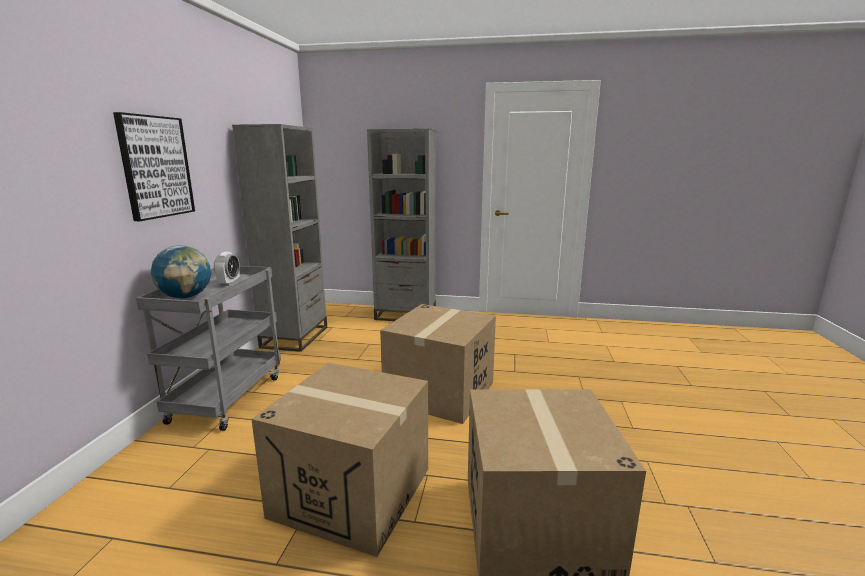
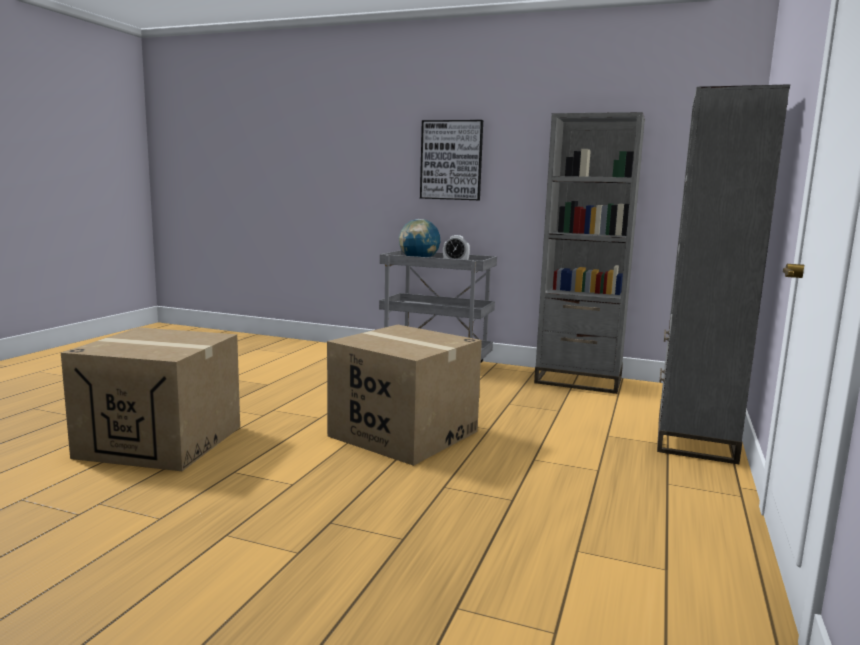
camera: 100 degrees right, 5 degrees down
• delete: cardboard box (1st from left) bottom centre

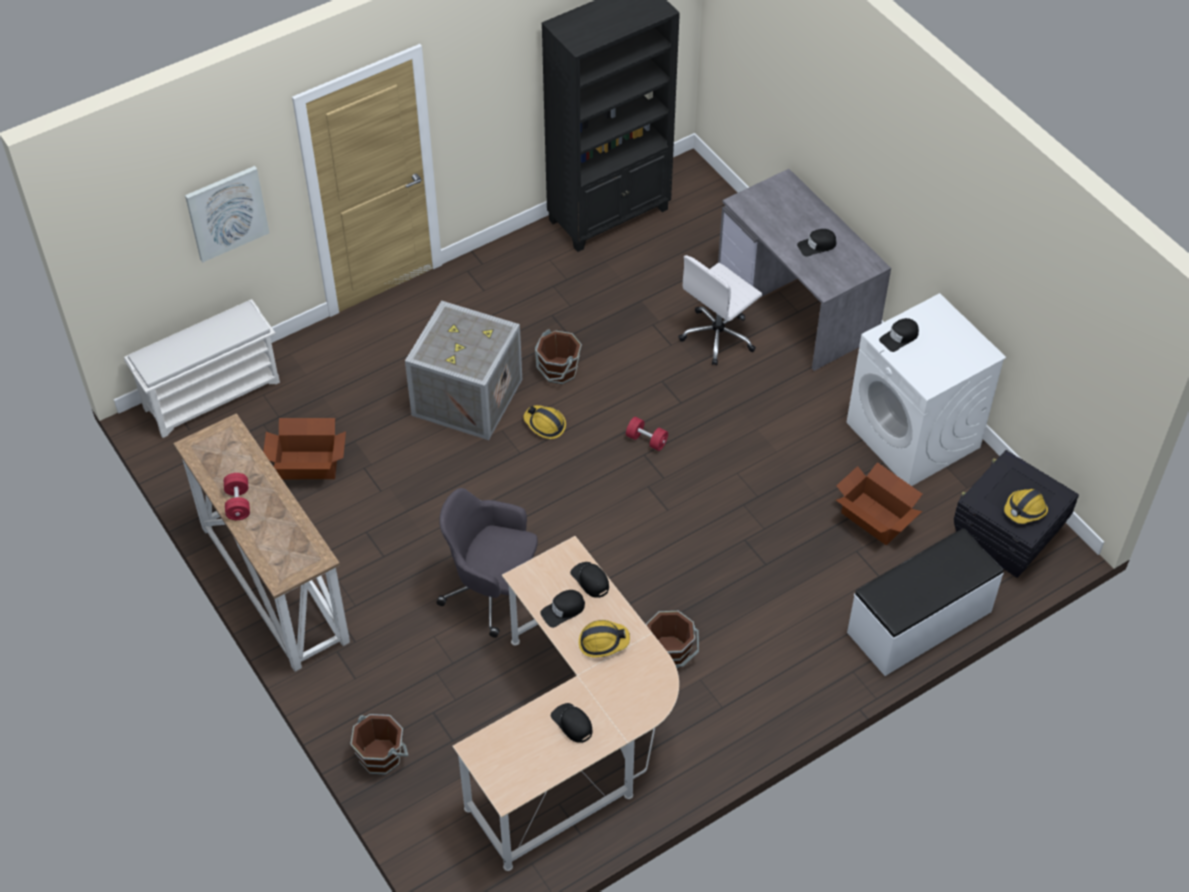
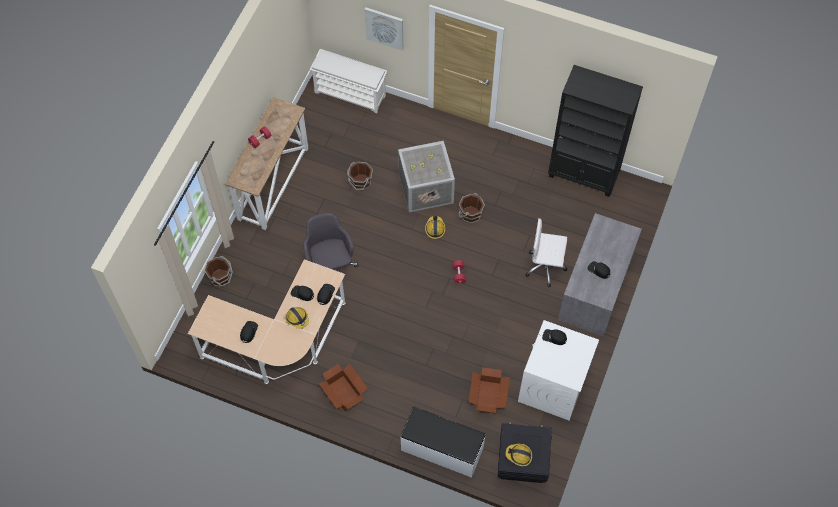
camera: 55 degrees right, 10 degrees up
• move: cardboard box (1st from left) middle left to bottom centre
• move: bucket (brown) (3rd from left in the first image) bottom centre to bucket (brown) (2nd from left) centre

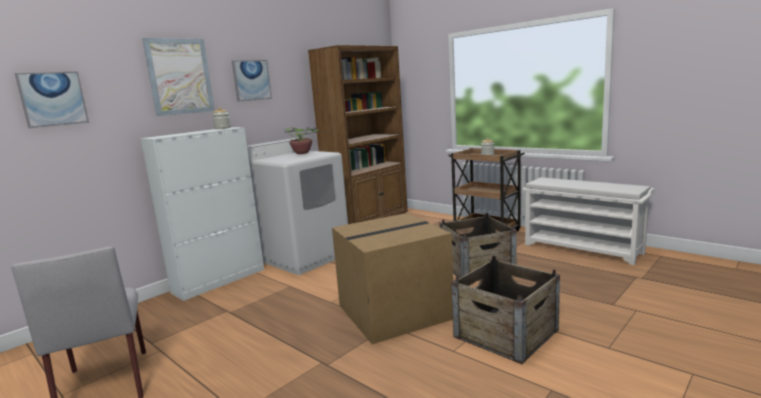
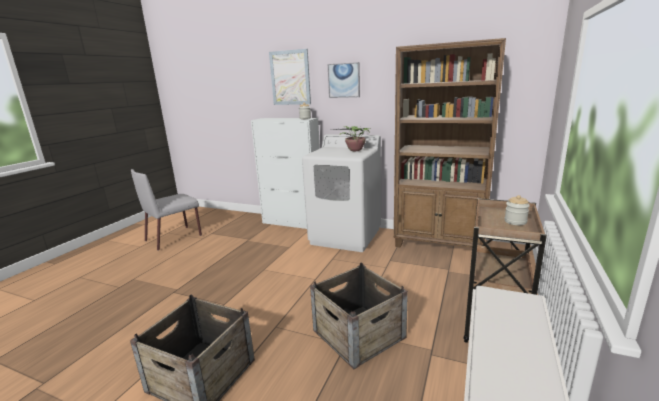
camera: 70 degrees right, 5 degrees up
• delete: picture (1st from left) top left
• delete: cardboard box bottom centre

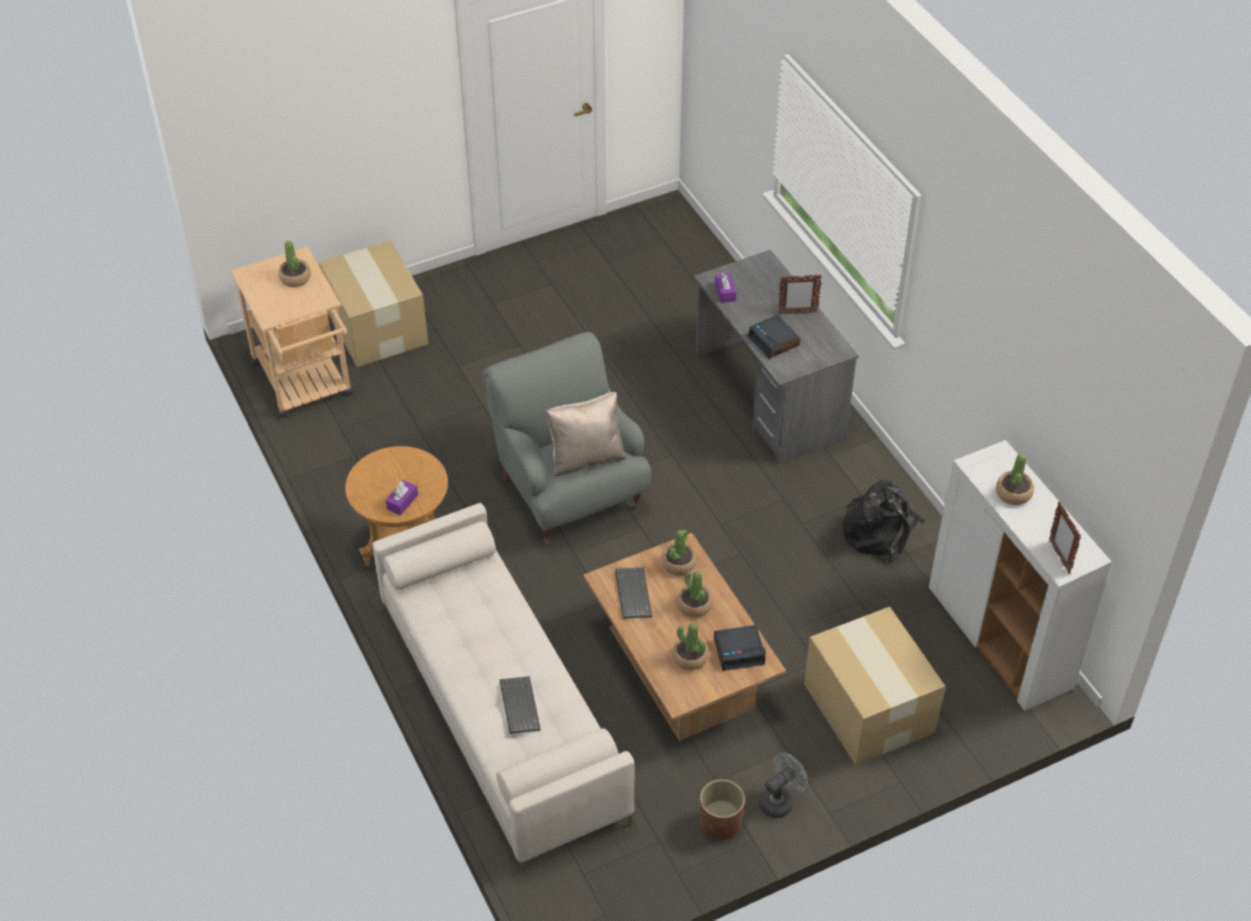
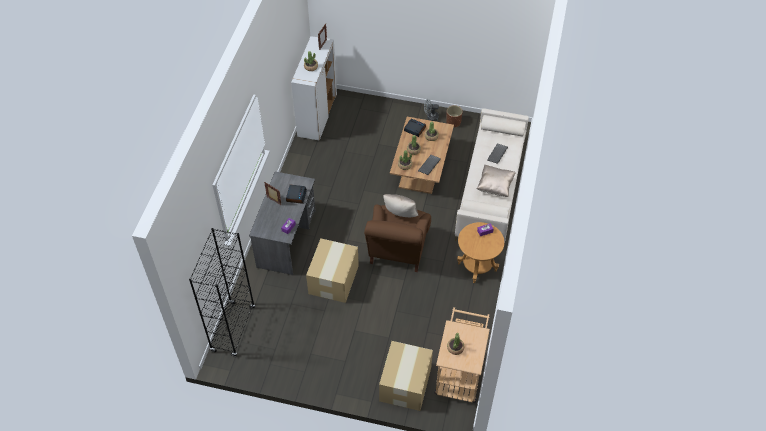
camera: 140 degrees left, 5 degrees up
• recolor: armchair (grey) centre to armchair (brown) centre
• delete: backpack (black) middle right
• move: cardboard box (2nd from left in the first image) bottom right to cardboard box (1st from left) centre
• insert: pillow (beige) (2nd from left) centre
• insert: bookcase (black) bottom left

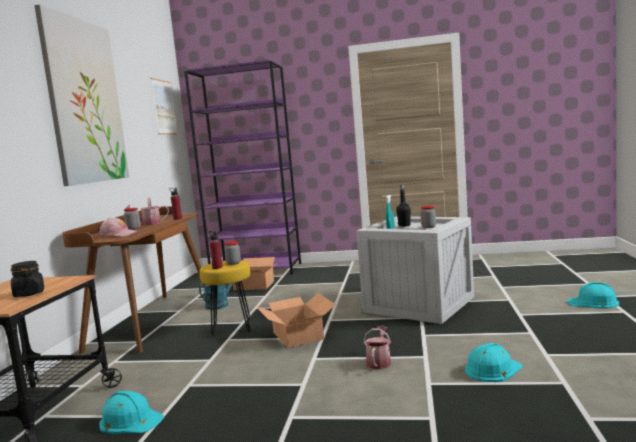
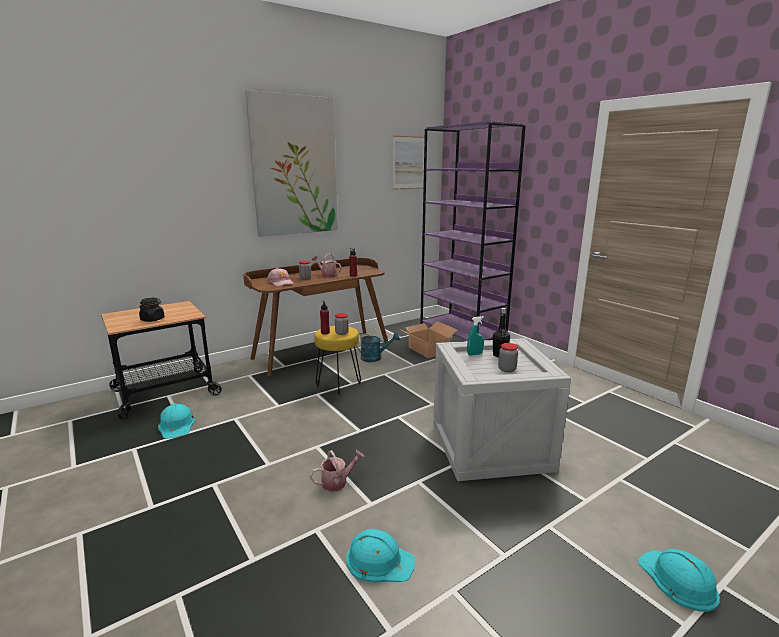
camera: 45 degrees right, 10 degrees up
• delete: cardboard box (2nd from left) bottom centre

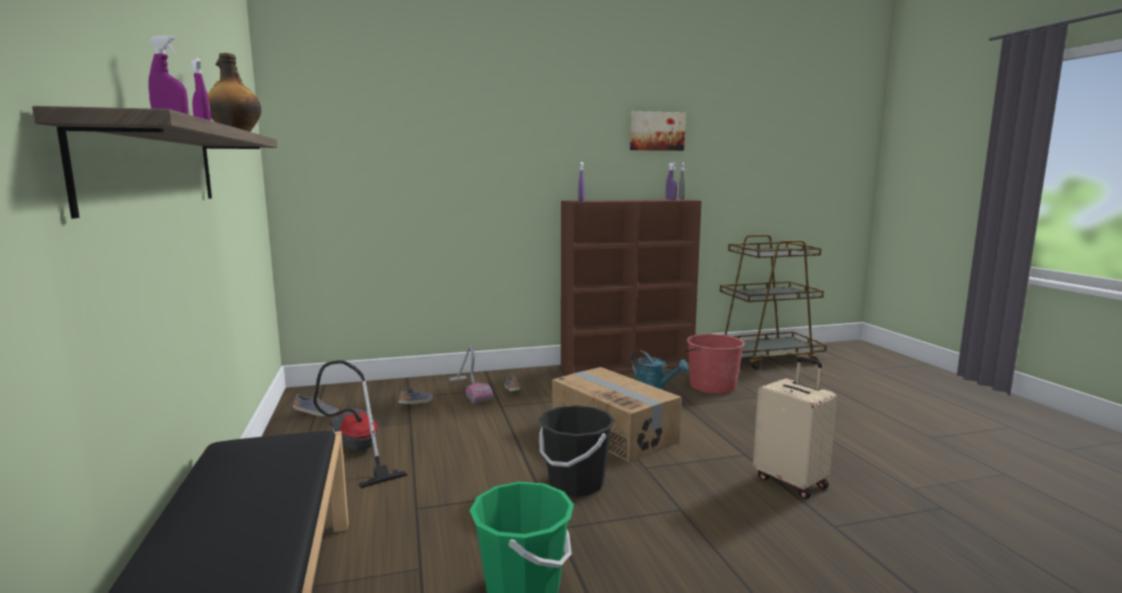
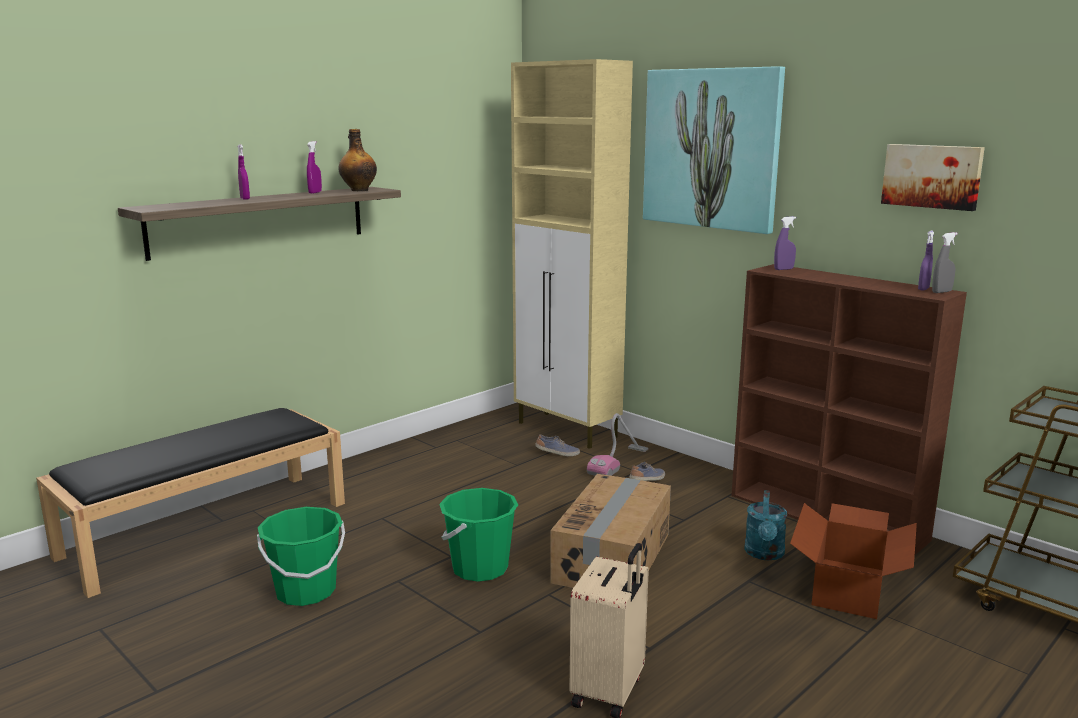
camera: 60 degrees right, 5 degrees up
• replace: bucket (red) centre to cardboard box (2nd from left) bottom right
• delete: vacuum cleaner (1st from left) bottom left
• delete: shoe (1st from left) bottom left
• recolor: bucket (black) bottom centre to bucket (green) (2nd from left) bottom centre
• insert: cabinet (beige) centre
• insert: picture (1st from left) top centre

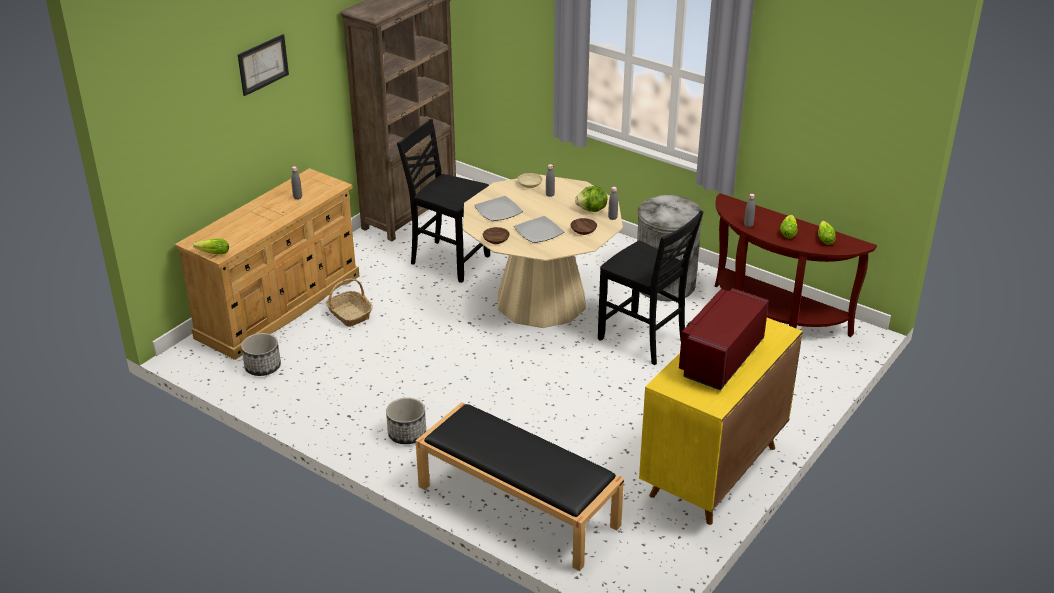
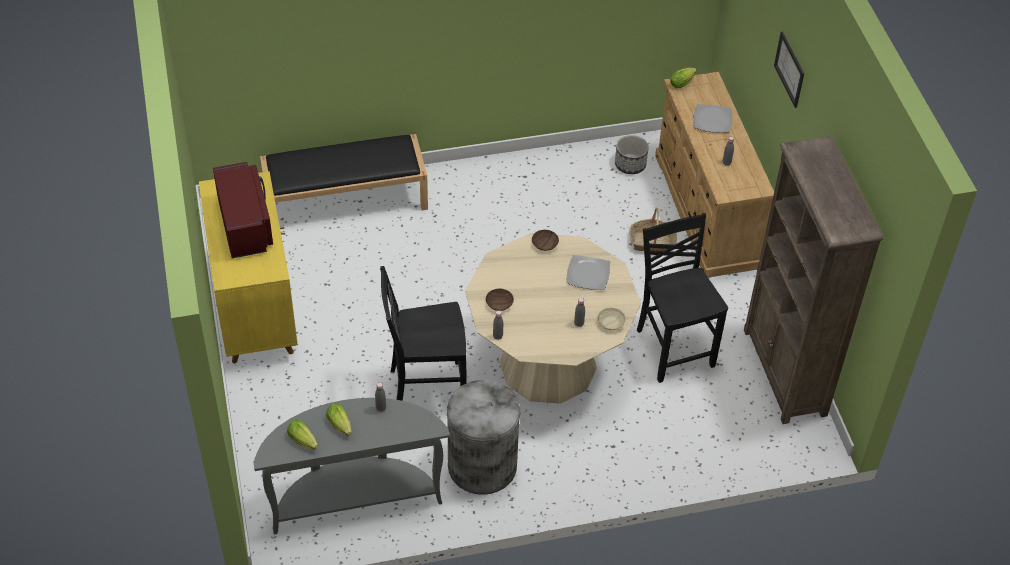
camera: 130 degrees right, 15 degrees up
• rotate: chair (black) (1st from left in the first image) centre = middle right 90 degrees counterclockwise
• delete: lettuce (2nd from left) centre
• recolor: console table (brown) middle right to console table (grey) bottom centre
• move: plate (2nd from left) centre to top right
• delete: planter (2nd from left) bottom centre

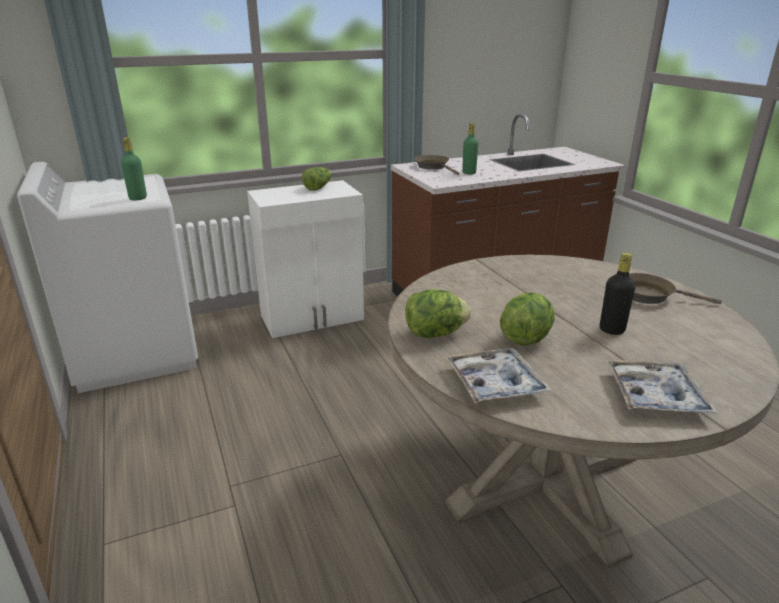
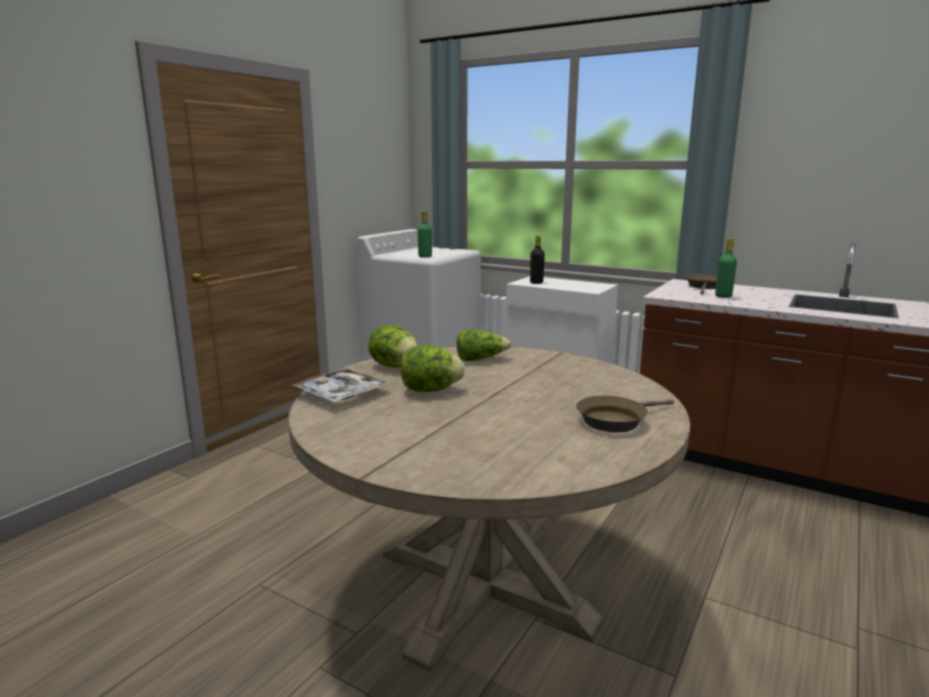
camera: 55 degrees right, 10 degrees down
• move: lettuce (1st from left in the first image) top centre to lettuce (3rd from left) centre
• move: bottle (black) middle right to centre
• rotate: frying pan (brown) (2nd from left in the first image) middle right = middle right 105 degrees counterclockwise
• delete: tray (2nd from left) middle right

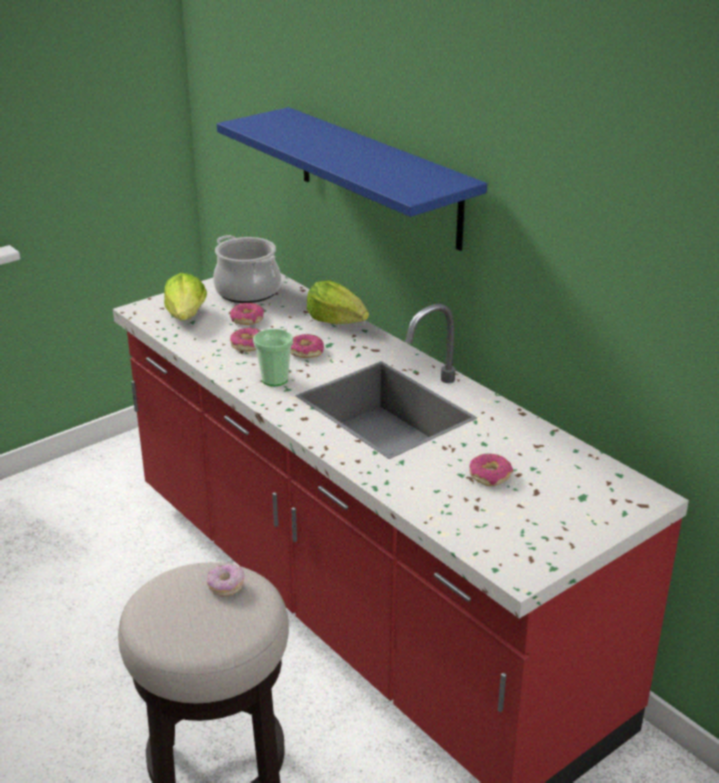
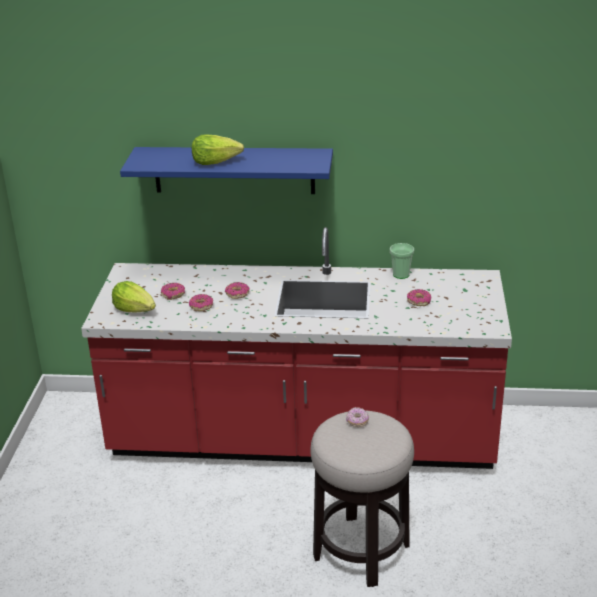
camera: 45 degrees left, 0 degrees up
• delete: cooking pot centre
• move: lettuce (2nd from left) centre to top centre
• move: cup centre to middle right

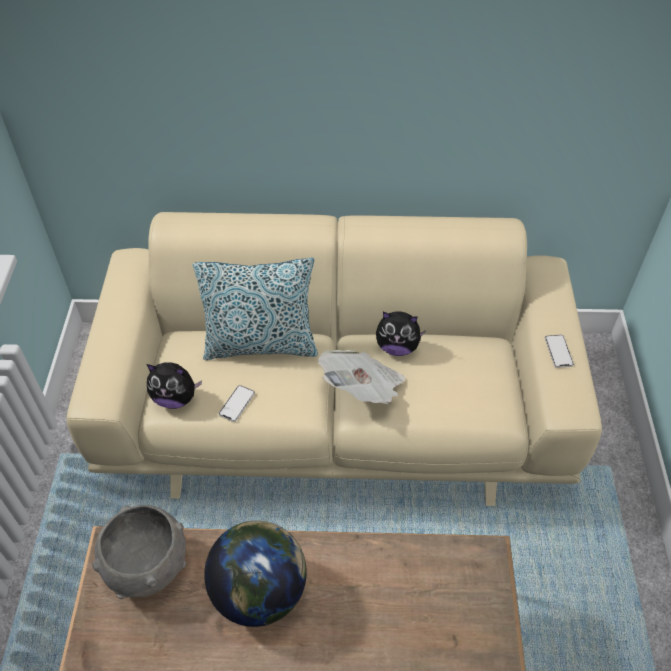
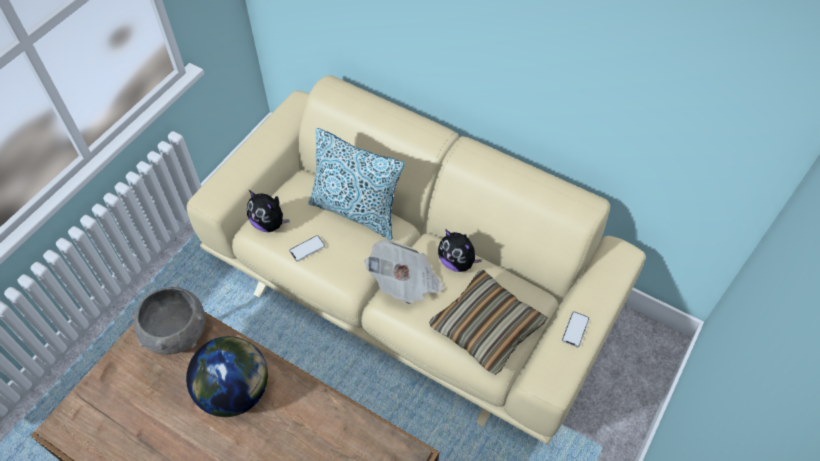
camera: 30 degrees right, 5 degrees up
• insert: pillow (2nd from left) bottom centre

